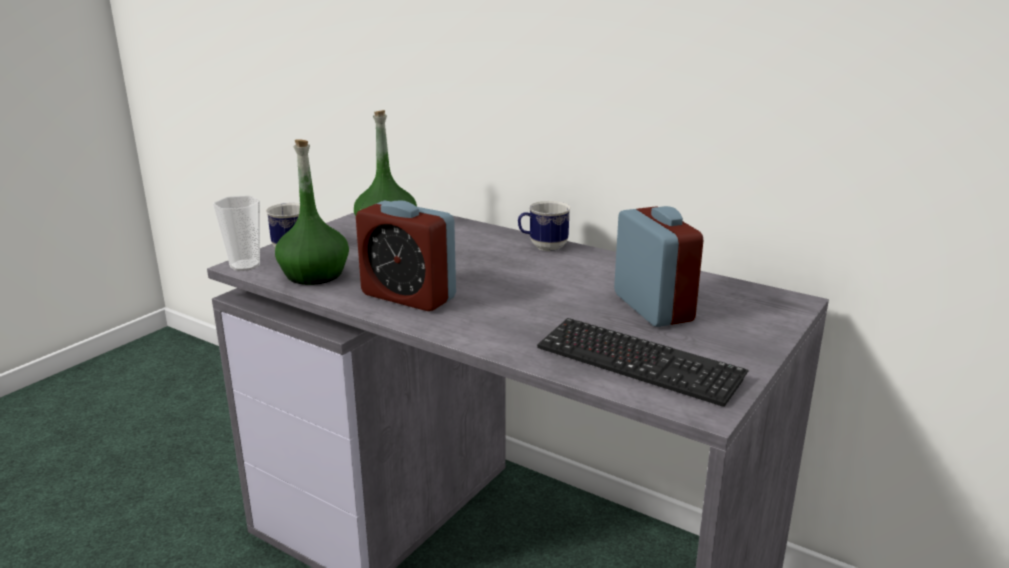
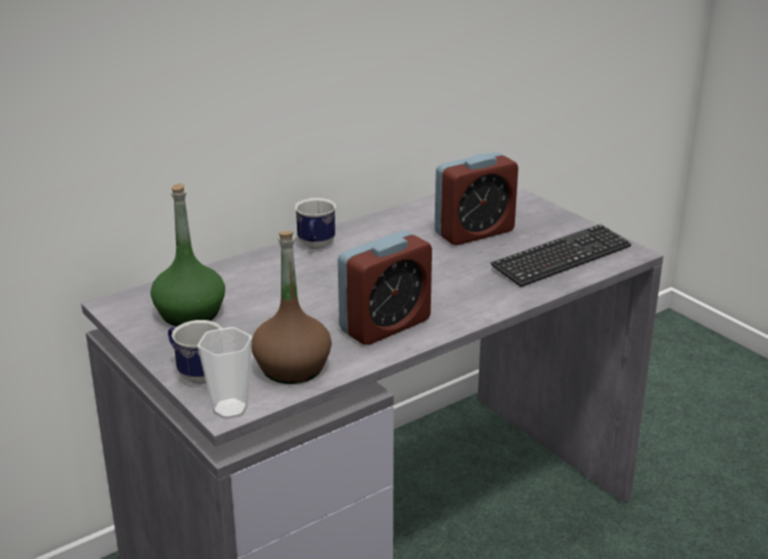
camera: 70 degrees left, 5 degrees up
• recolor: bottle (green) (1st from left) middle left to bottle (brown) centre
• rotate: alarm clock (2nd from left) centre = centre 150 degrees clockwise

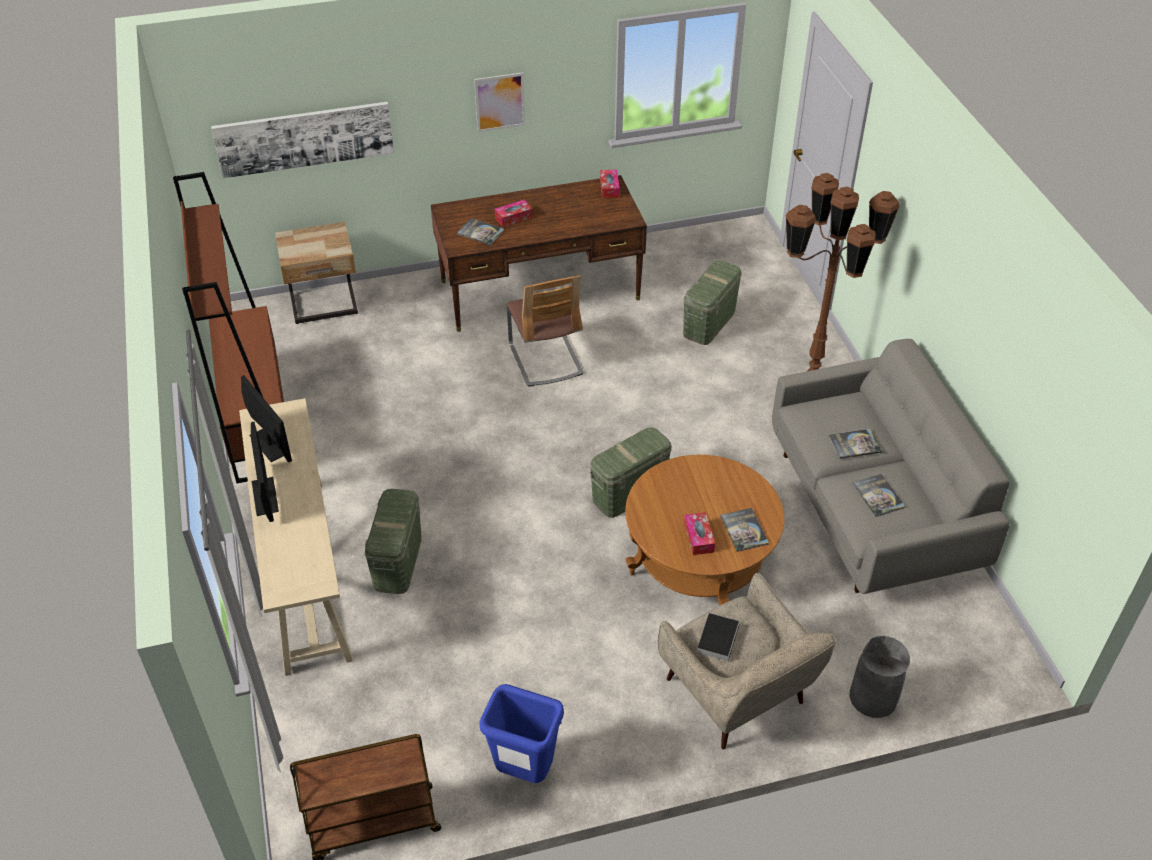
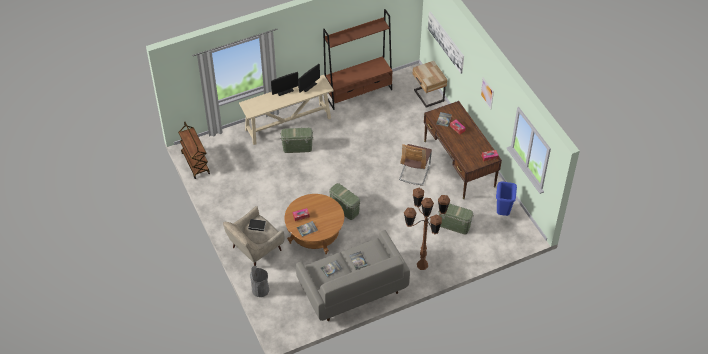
camera: 80 degrees right, 5 degrees up
• rotate: chair centre = centre 45 degrees counterclockwise
• move: trash can (blue) bottom centre to middle right

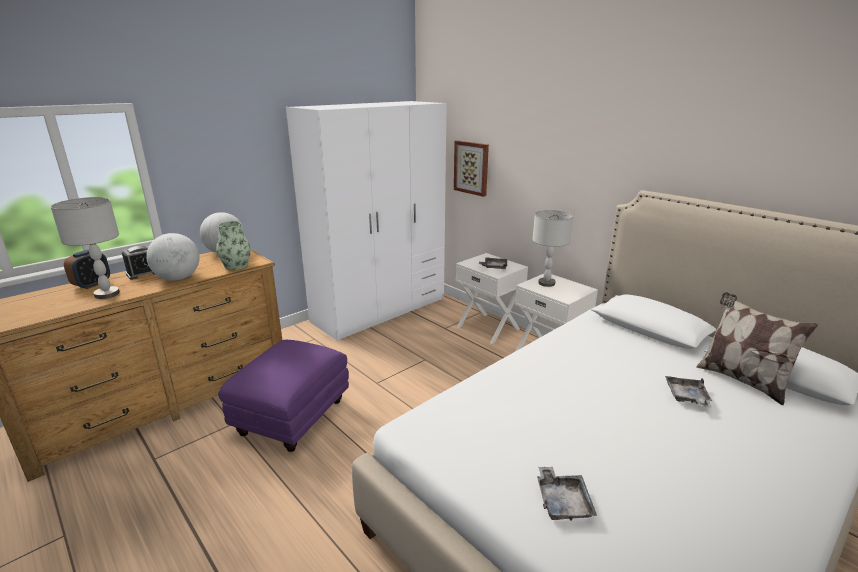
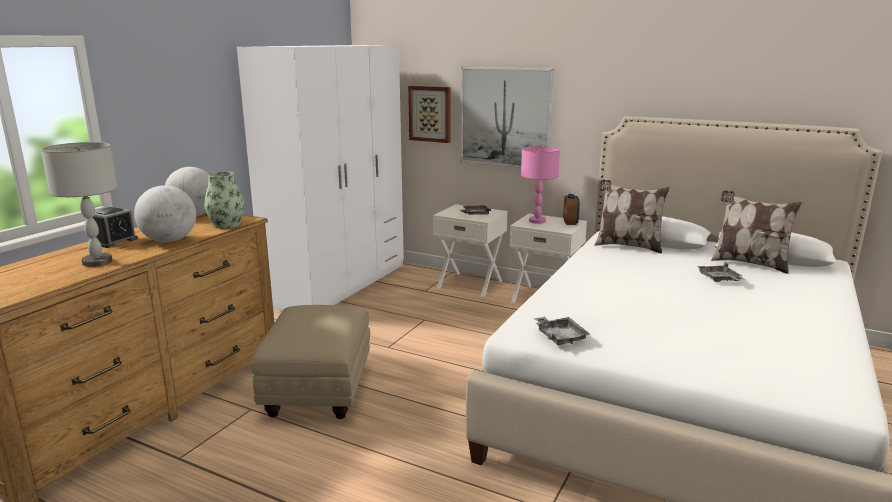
camera: 20 degrees left, 5 degrees down
• recolor: table lamp (grey) (2nd from left) centre to table lamp (pink) centre
• move: alarm clock (1st from left in the first image) middle left to alarm clock (2nd from left) centre
• recolor: ottoman (purple) bottom left to ottoman (beige) bottom centre
• move: tray (grey) (2nd from left) bottom centre to centre
• insert: picture (2nd from left) top centre
• insert: pillow (1st from left) middle right

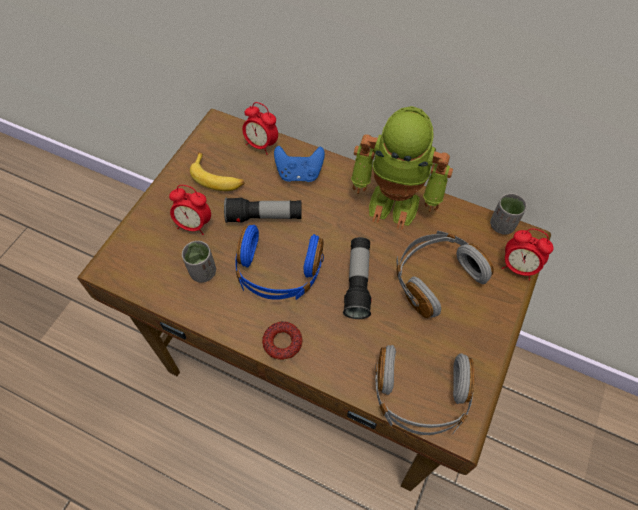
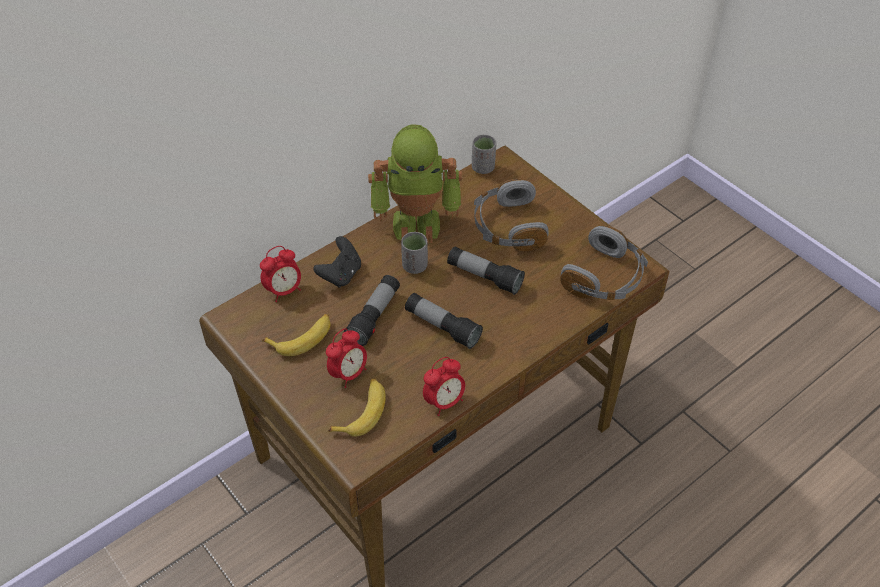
camera: 65 degrees left, 10 degrees down
• rotate: toy robot top centre = top centre 45 degrees clockwise
• recolor: game controller (blue) top centre to game controller (black) centre
• replace: headphones (blue) centre to flashlight (2nd from left) centre
• move: alarm clock (3rd from left) middle right to centre
• move: cup (grey) (1st from left) middle left to centre
• delete: donut bottom centre
• insert: banana (2nd from left) bottom centre

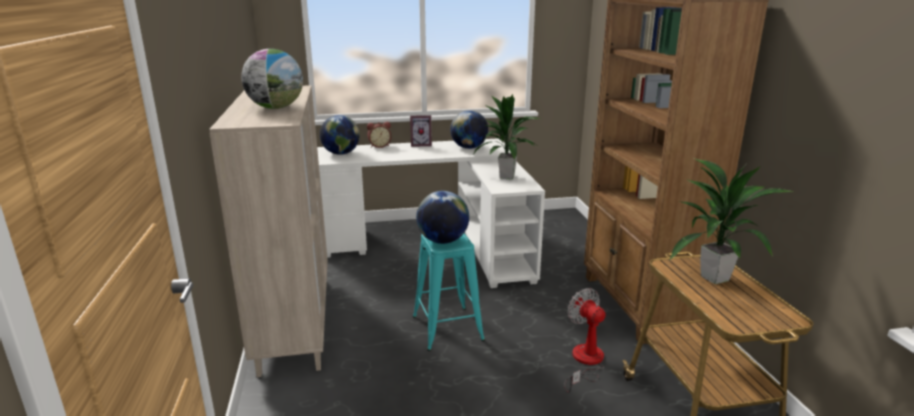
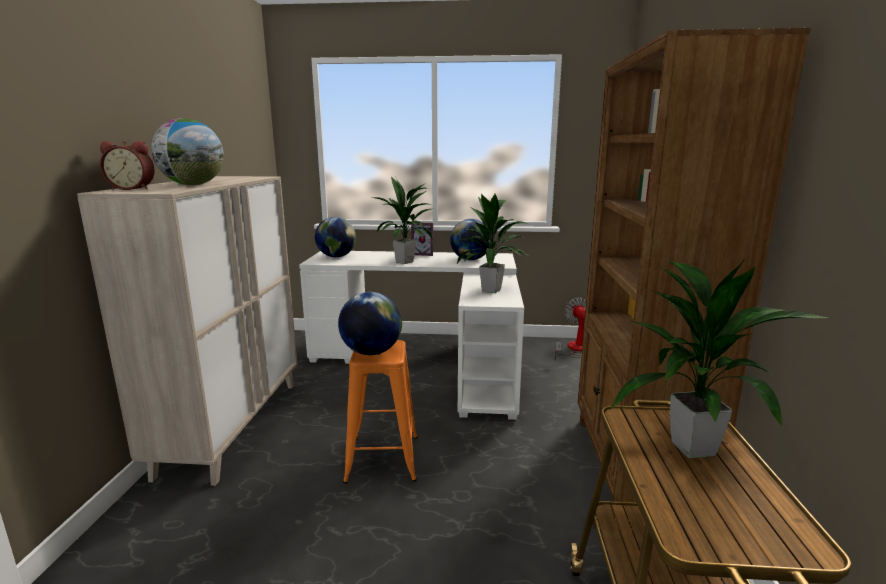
camera: 15 degrees right, 5 degrees down
• move: alarm clock top centre to top left
• recolor: stool (turquoise) bottom centre to stool (orange) bottom centre
• move: fan bottom centre to centre
• insert: potted plant (1st from left) centre

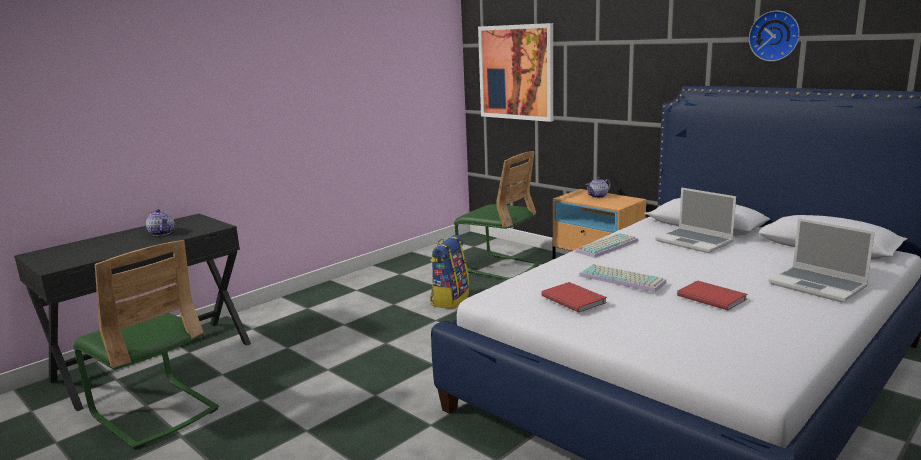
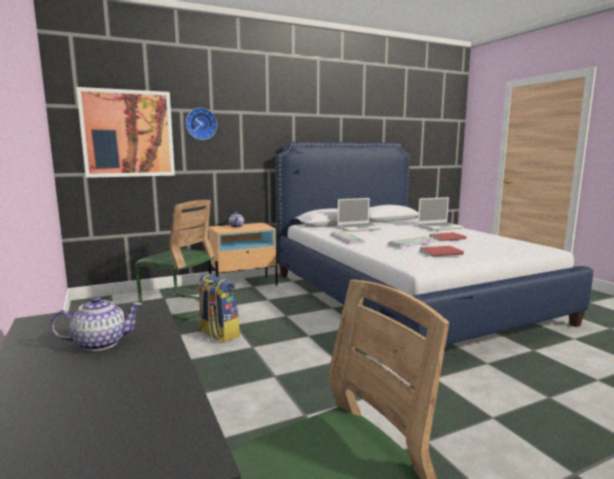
camera: 70 degrees left, 5 degrees down
• move: wall clock top right to top left
• rotate: chair (green) (2nd from left in the first image) centre = middle left 60 degrees clockwise

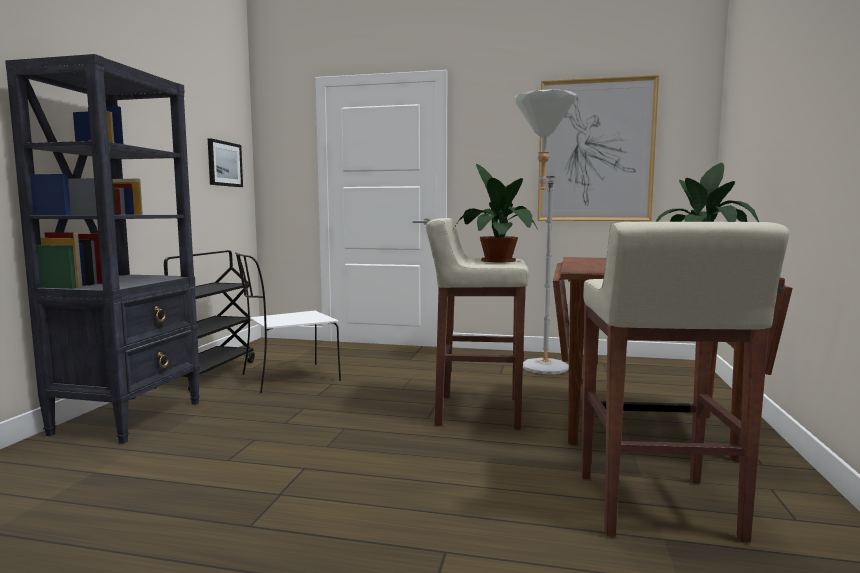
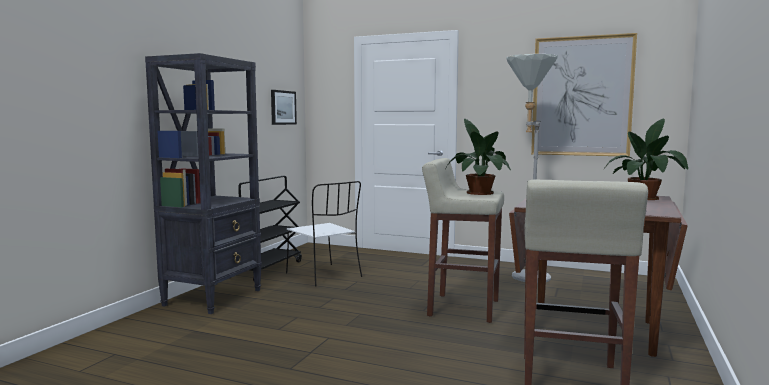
camera: 10 degrees right, 0 degrees up
• rotate: chair (white) centre = centre 105 degrees counterclockwise

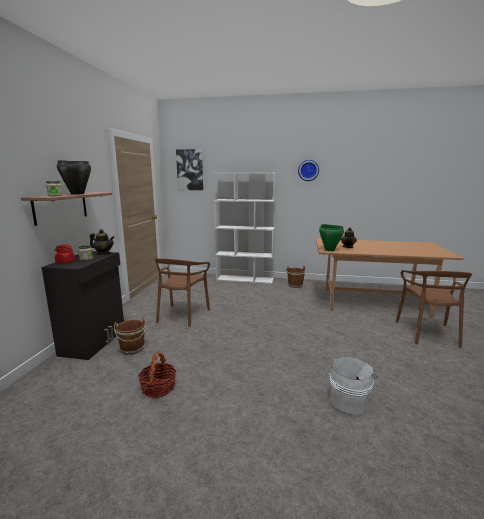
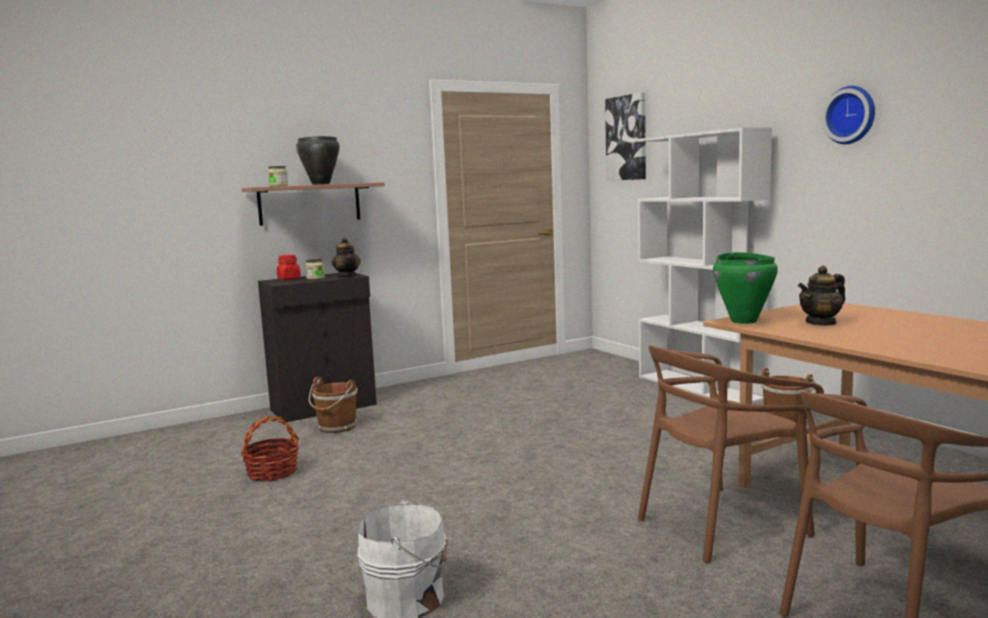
camera: 50 degrees right, 5 degrees down
• move: chair (brown) (1st from left) centre to bottom right

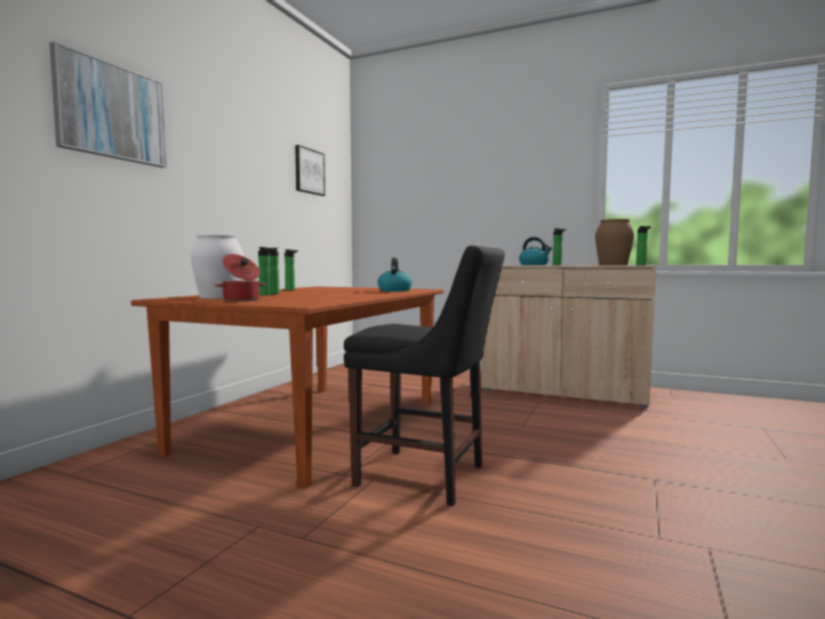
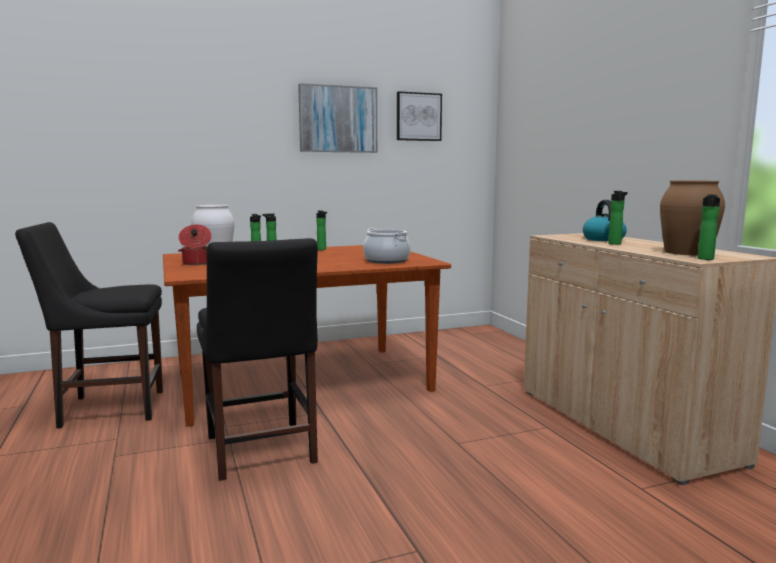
camera: 45 degrees right, 5 degrees up
• move: picture (1st from left) top left to top centre
• replace: kettle (1st from left) centre to cooking pot (2nd from left) centre
• insert: chair (black) (1st from left) middle left

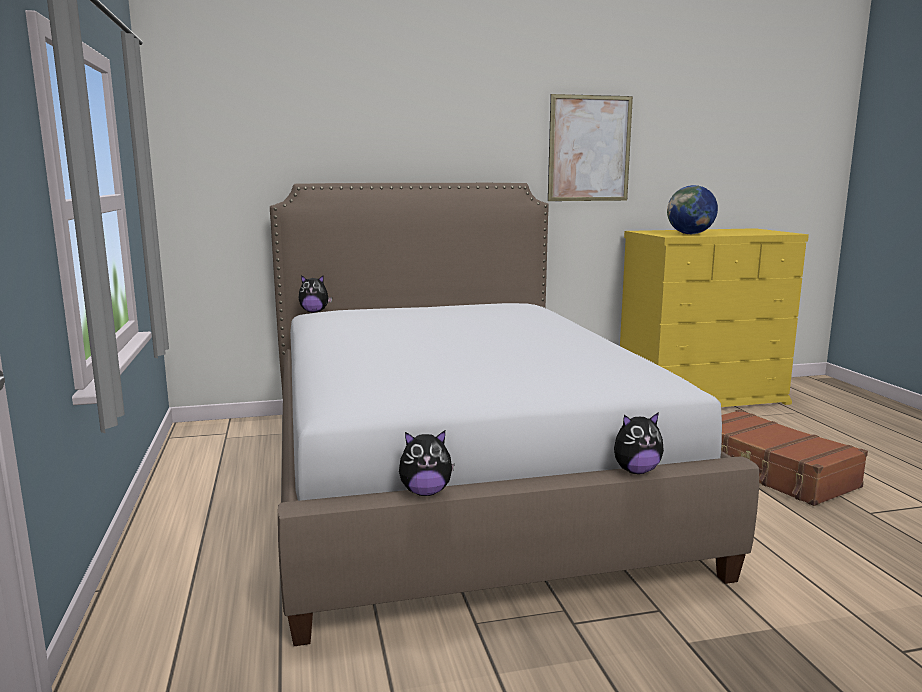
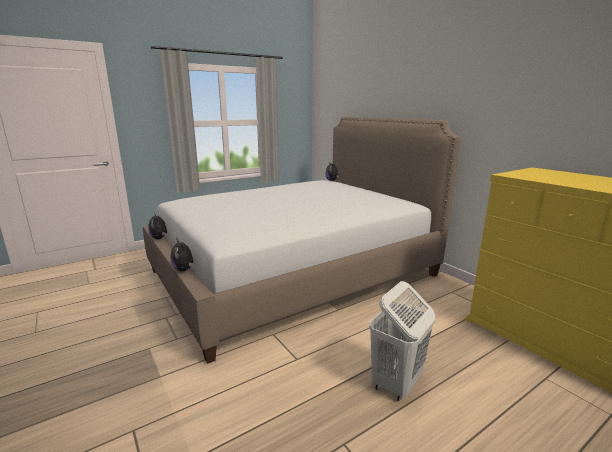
camera: 70 degrees right, 5 degrees up
• delete: picture top centre
• delete: globe top right
• replace: suitcase (brown) middle right to laundry basket (white) bottom centre

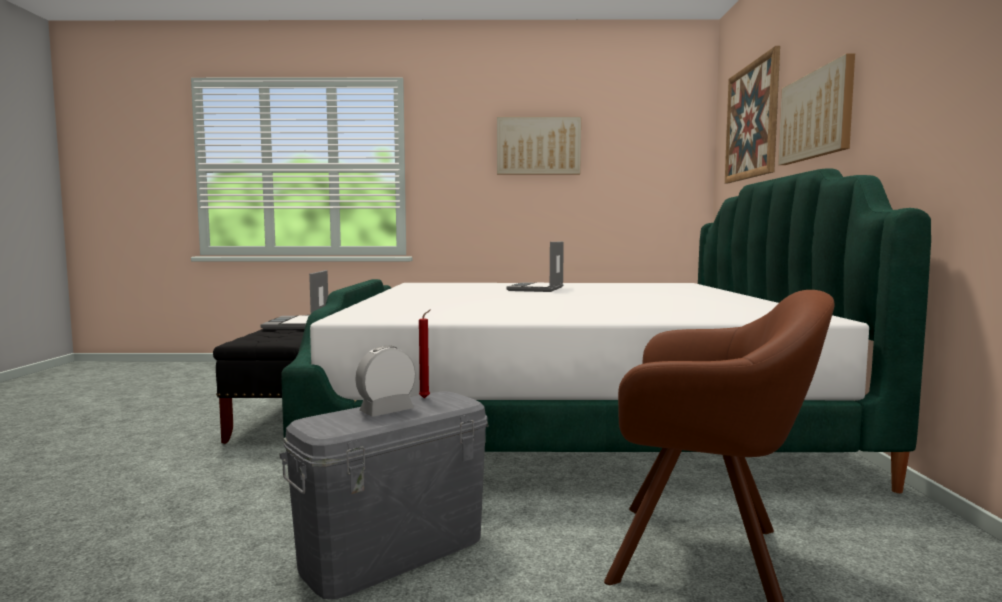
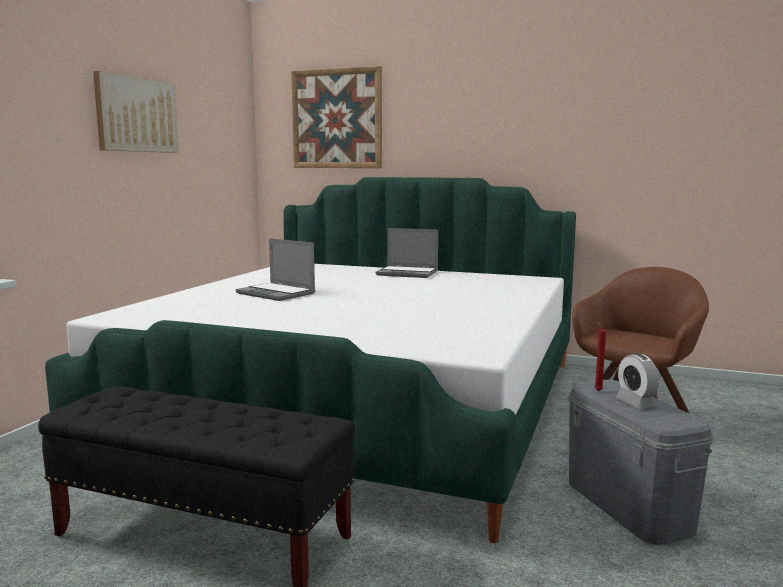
camera: 70 degrees left, 5 degrees up
• delete: picture (3rd from left) top right
• move: laptop (1st from left in the first image) middle left to laptop (2nd from left) centre

